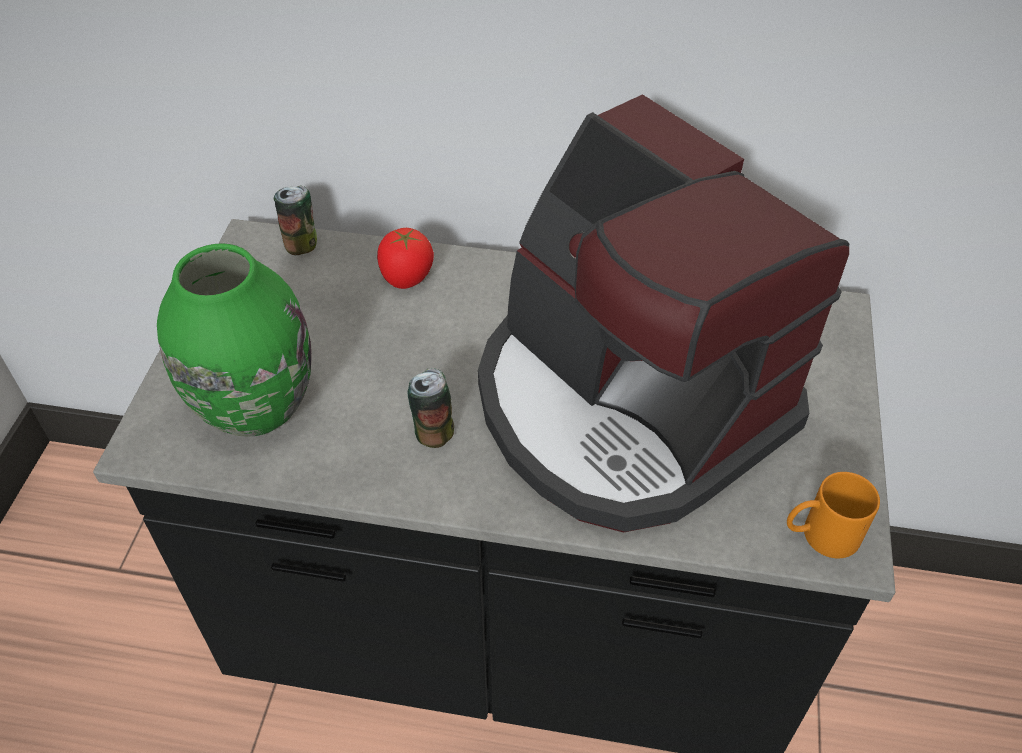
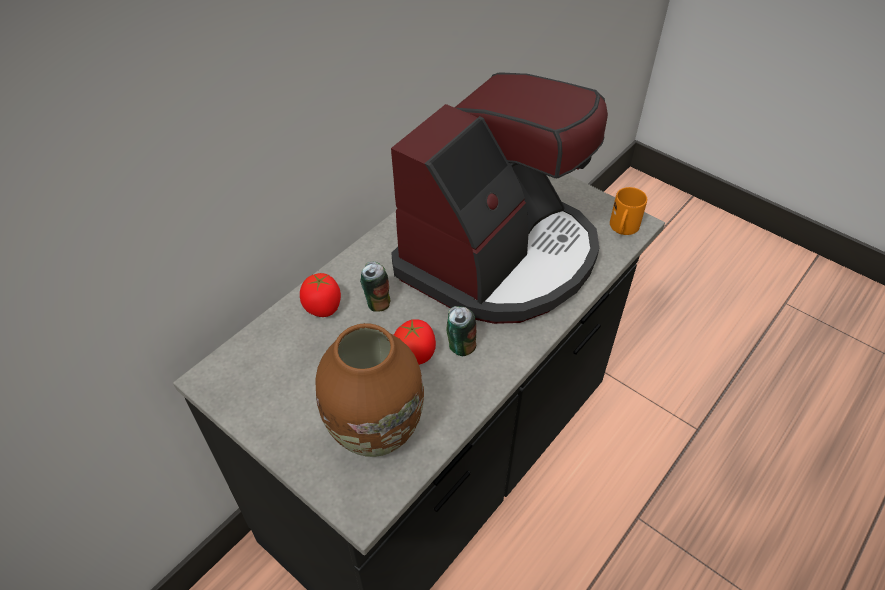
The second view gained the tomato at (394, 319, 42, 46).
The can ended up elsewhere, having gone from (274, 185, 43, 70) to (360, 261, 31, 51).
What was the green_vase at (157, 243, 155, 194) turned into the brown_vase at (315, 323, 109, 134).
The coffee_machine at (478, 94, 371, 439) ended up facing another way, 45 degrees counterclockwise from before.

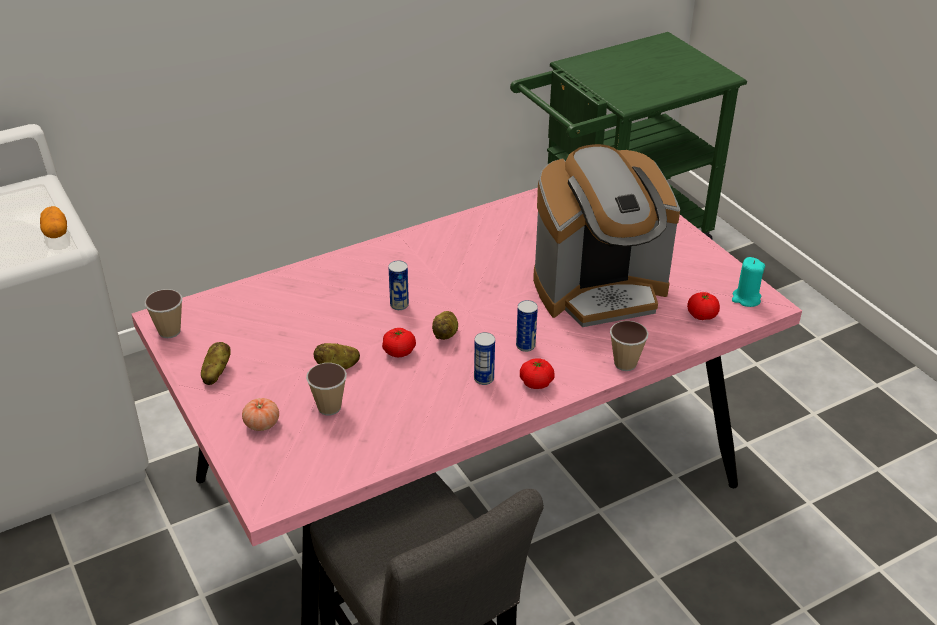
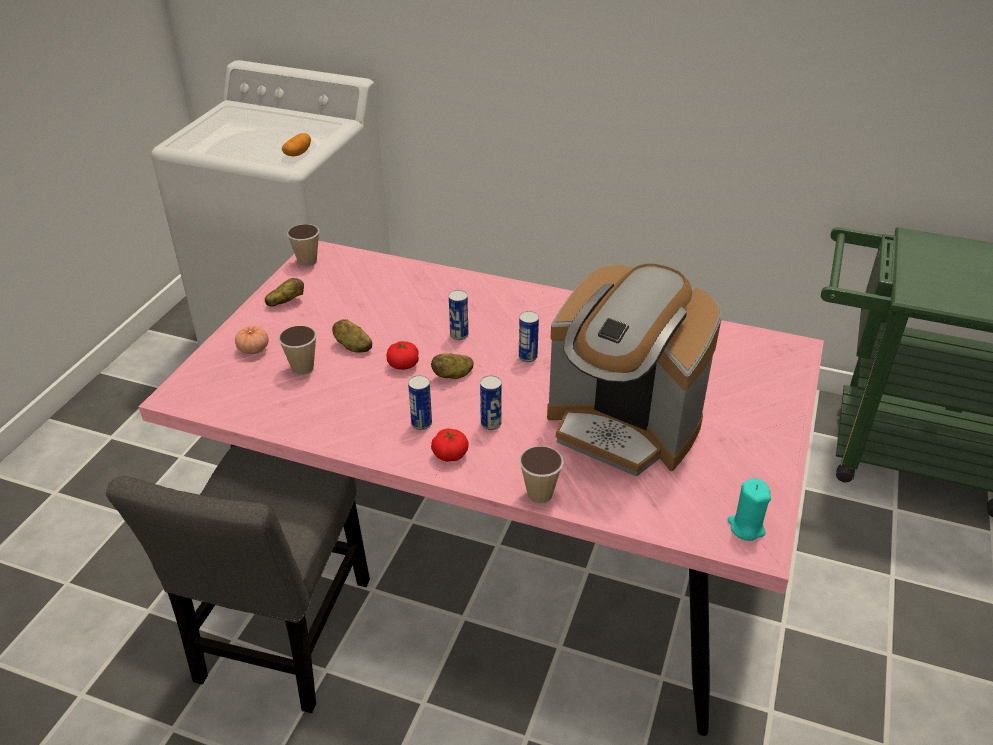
The second view lost the tomato at (687, 292, 33, 28).
The second view gained the can at (519, 311, 20, 51).

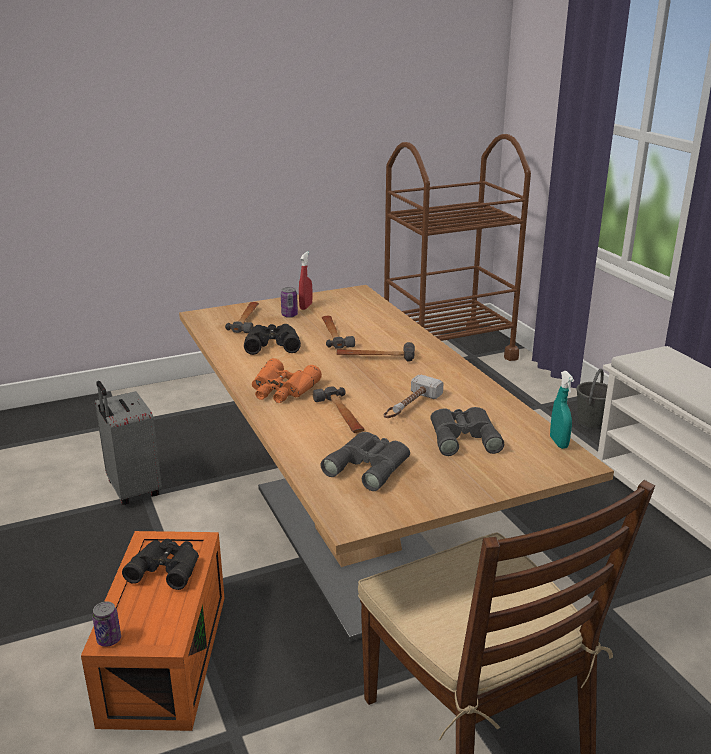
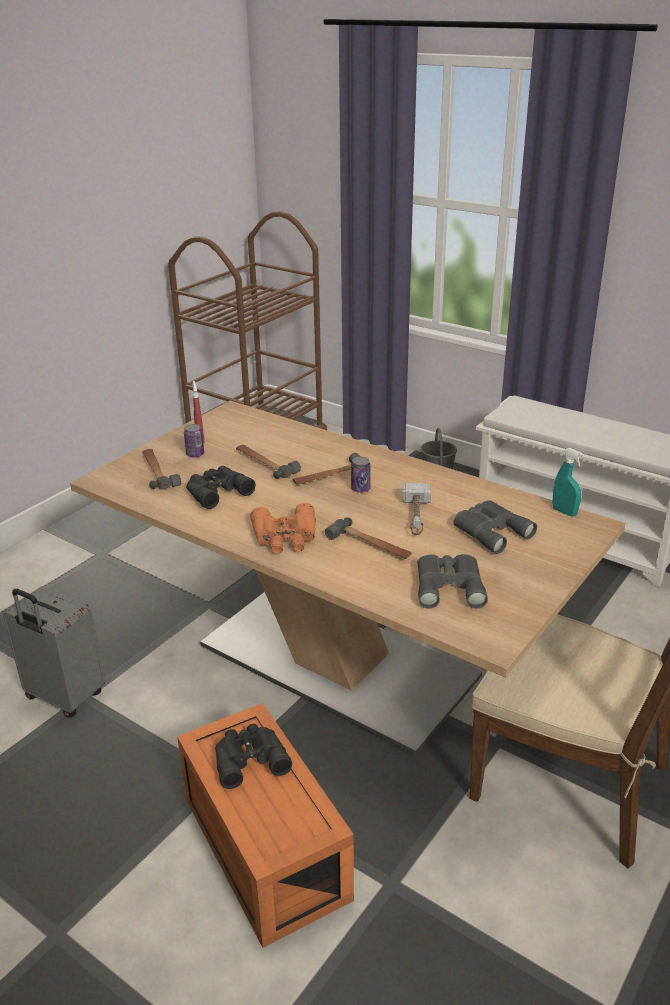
The can ended up elsewhere, having gone from (92, 602, 29, 45) to (351, 457, 20, 36).

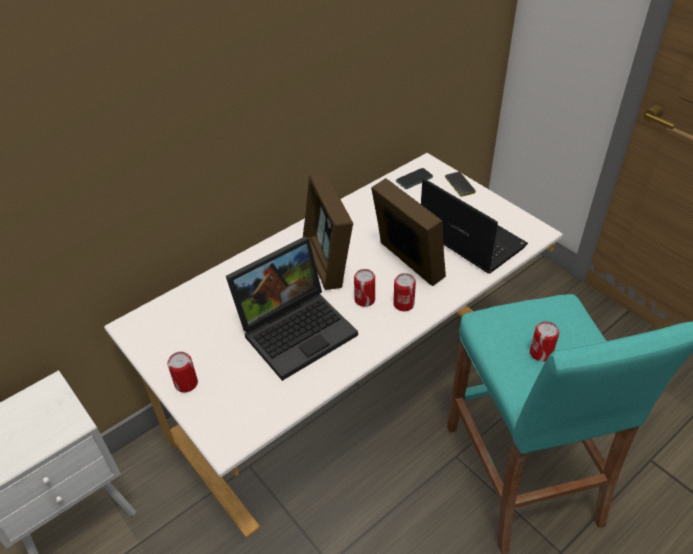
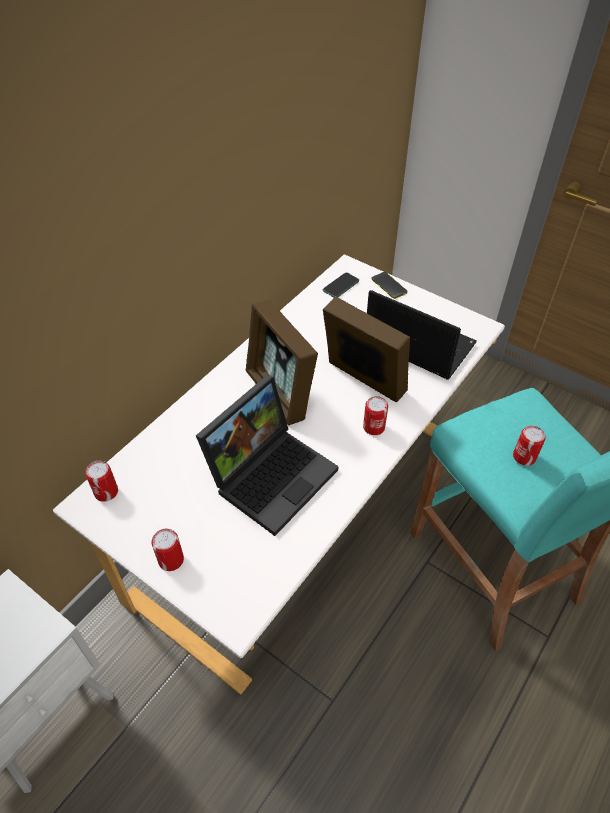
The can ended up elsewhere, having gone from (354, 269, 21, 38) to (85, 461, 33, 41).

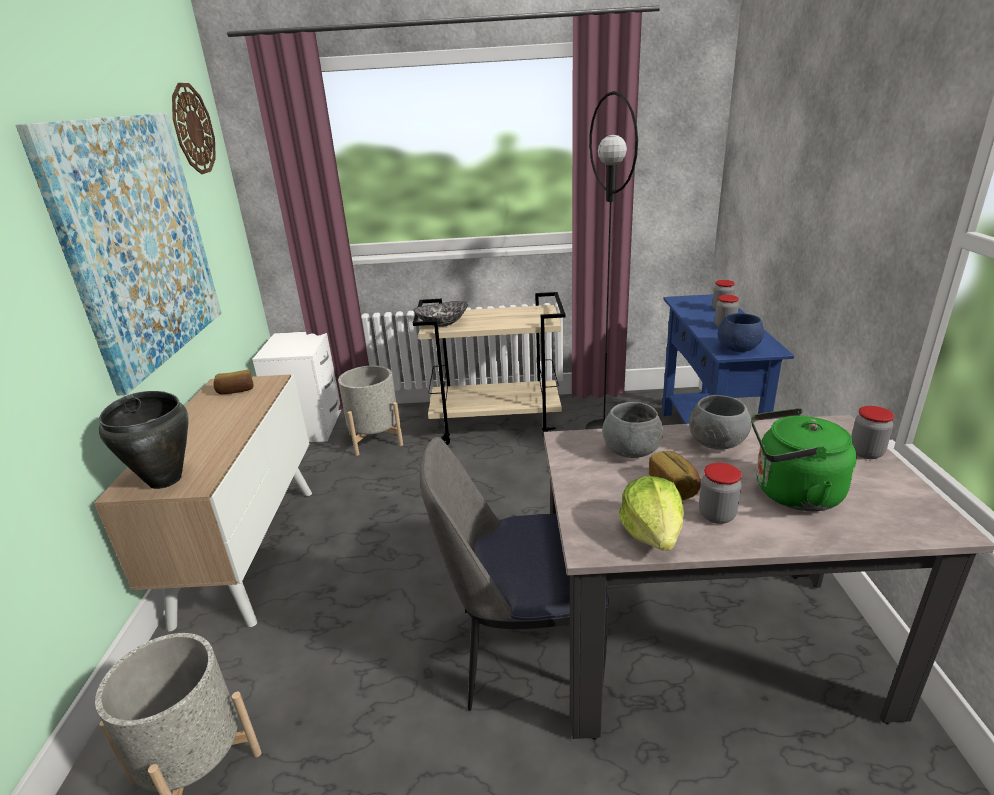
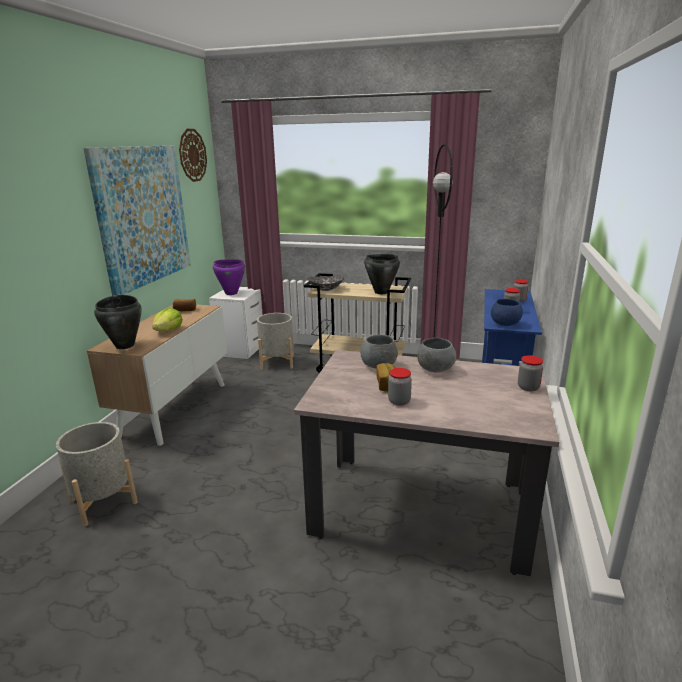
The second view lost the chair at (420, 437, 189, 274).
The second view lost the green_kettle at (751, 408, 106, 103).
The second view gained the purple_cooking_pot at (213, 259, 32, 36).
The second view gained the black_cooking_pot at (364, 254, 36, 40).
The lettuce ended up elsewhere, having gone from (619, 476, 65, 75) to (152, 308, 31, 23).

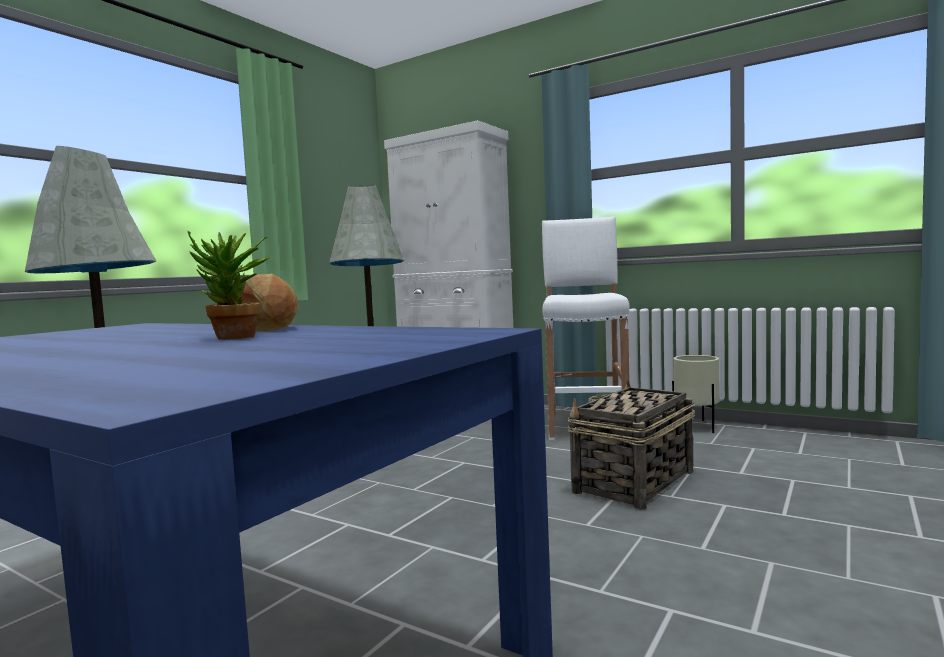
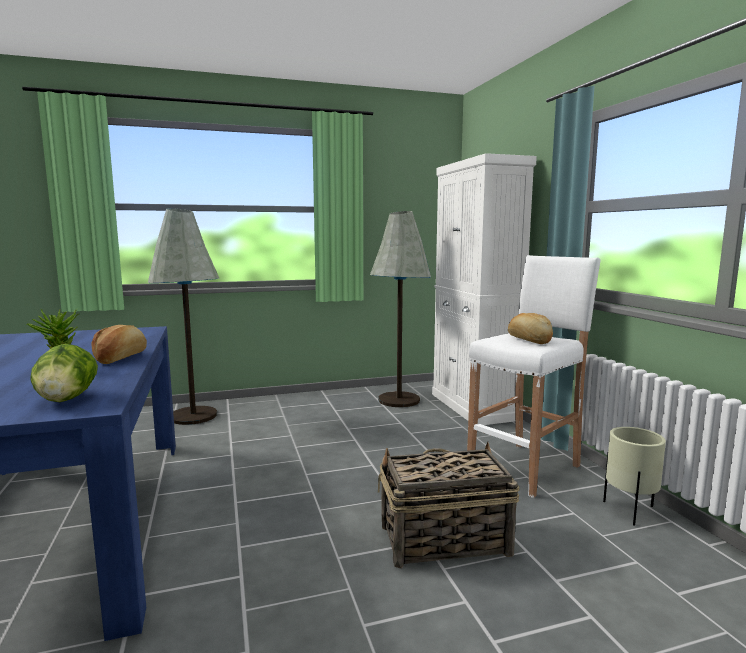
The second view gained the lettuce at (30, 344, 68, 58).
The second view gained the bread at (508, 313, 45, 31).

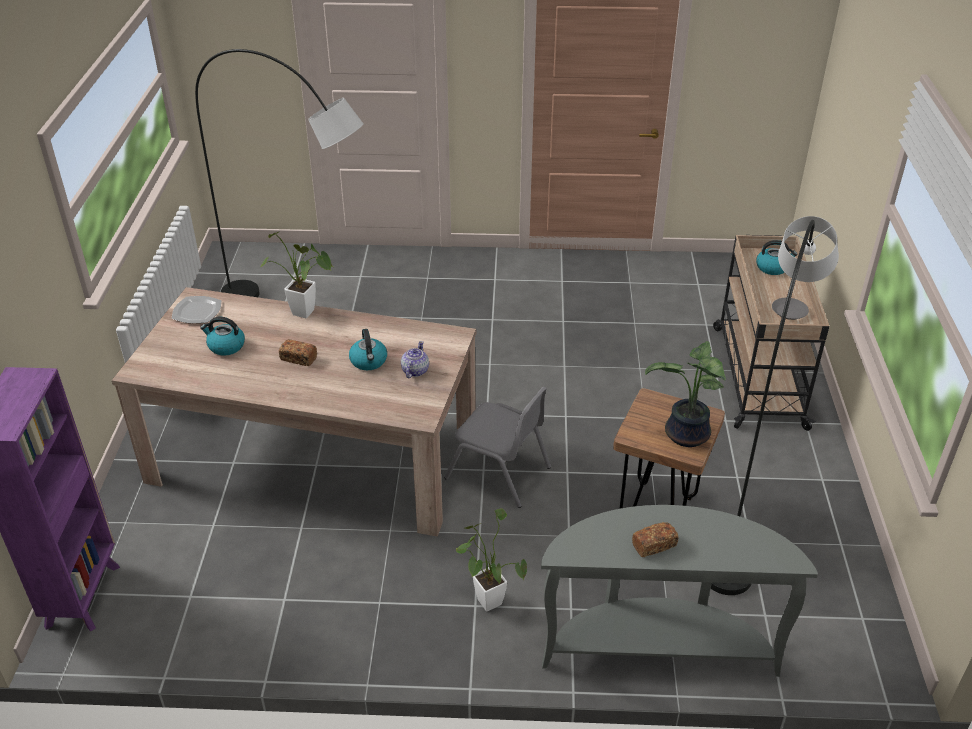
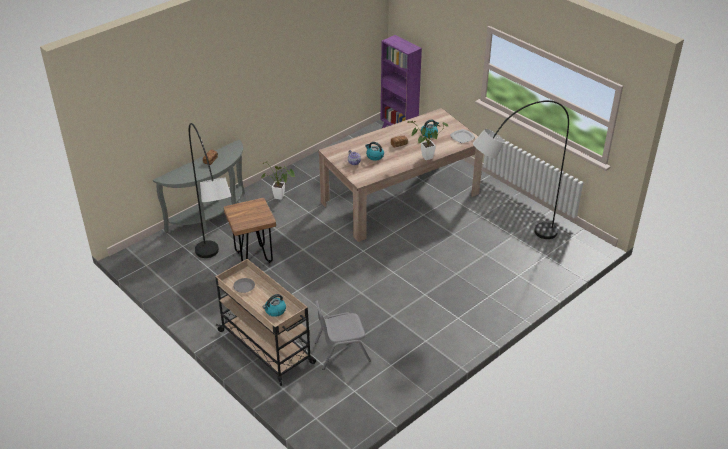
The second view lost the potted_plant at (645, 341, 81, 106).
The grey_chair ended up elsewhere, having gone from (444, 387, 107, 121) to (314, 301, 57, 69).

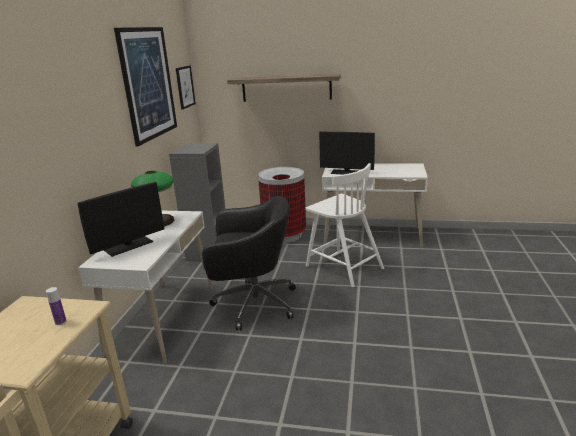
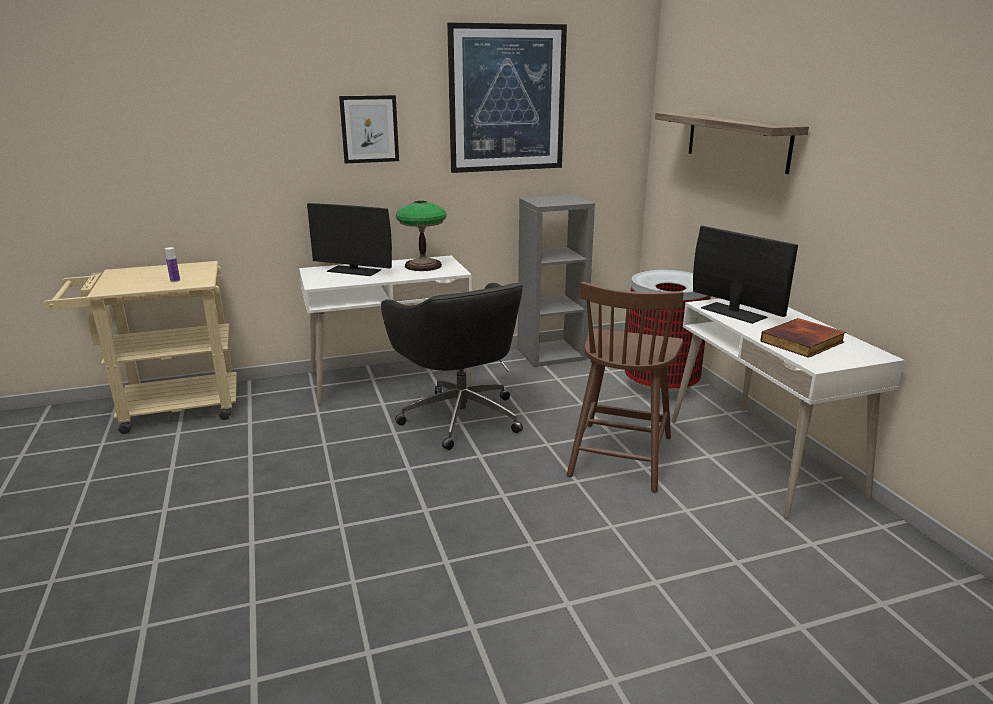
The second view gained the book at (760, 318, 86, 40).
The picture ended up elsewhere, having gone from (176, 65, 20, 44) to (339, 95, 60, 68).
What was the white_chair at (305, 163, 79, 124) turned into the brown_chair at (567, 282, 117, 211).
The monitor at (319, 132, 56, 42) ended up facing another way, 150 degrees clockwise from before.

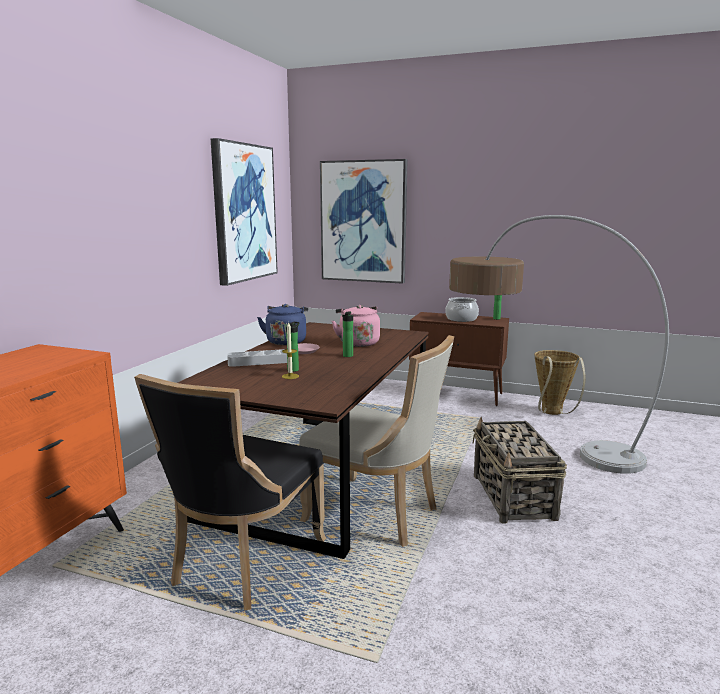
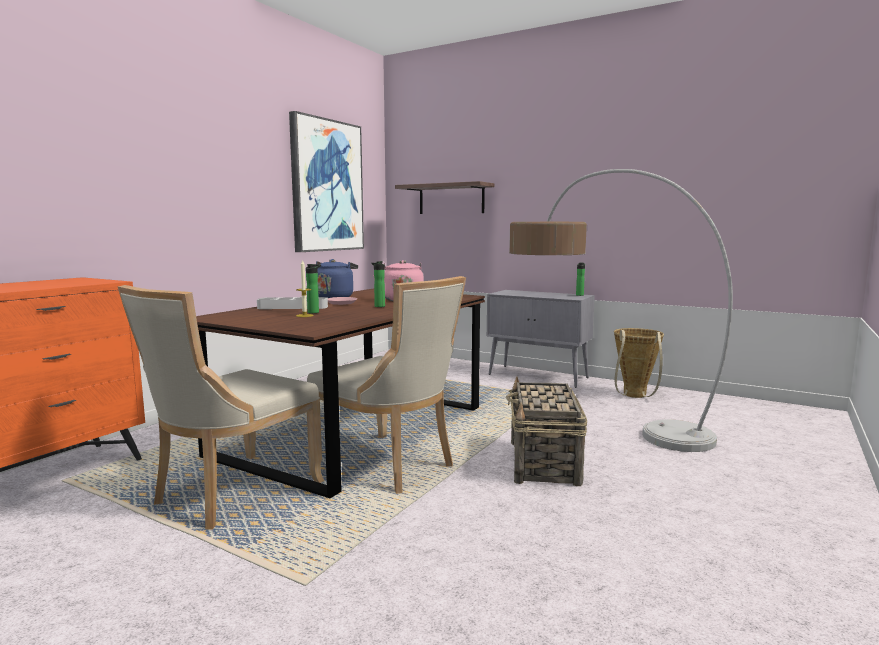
The second view lost the cooking_pot at (445, 297, 34, 25).
Where the picture hung at (320, 159, 88, 125), the shelf came to hang at (395, 181, 99, 33).
What was the black_chair at (134, 374, 192, 236) turned into the beige_chair at (118, 285, 206, 245).
What was the brown_cabinet at (409, 312, 100, 94) turned into the grey_cabinet at (487, 290, 108, 98).

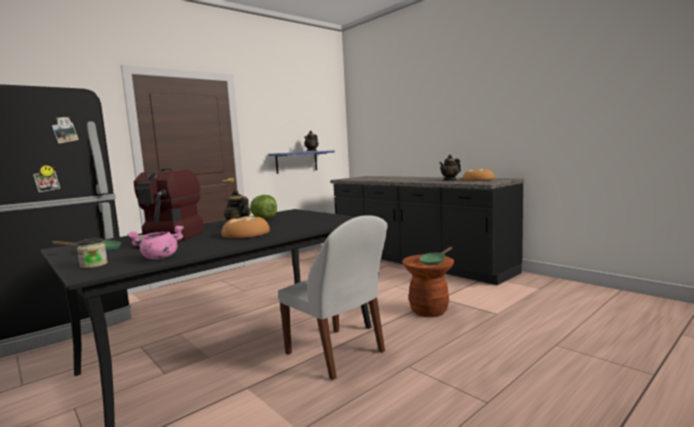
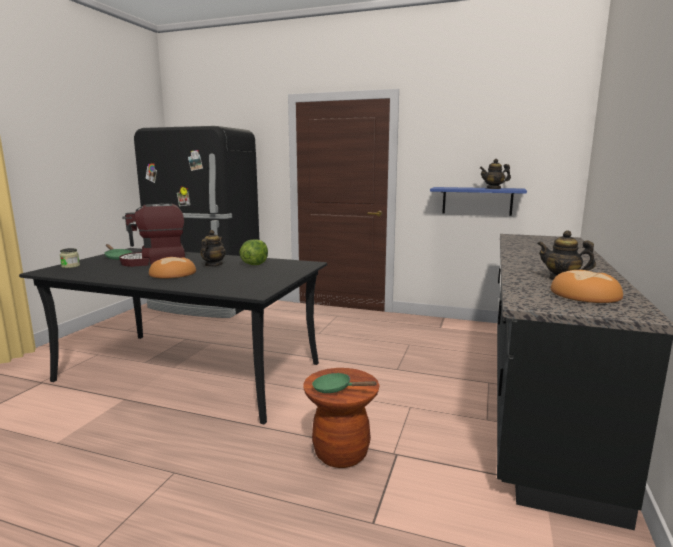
The second view lost the pink_cooking_pot at (127, 226, 57, 34).
The second view lost the white_chair at (278, 215, 109, 165).

